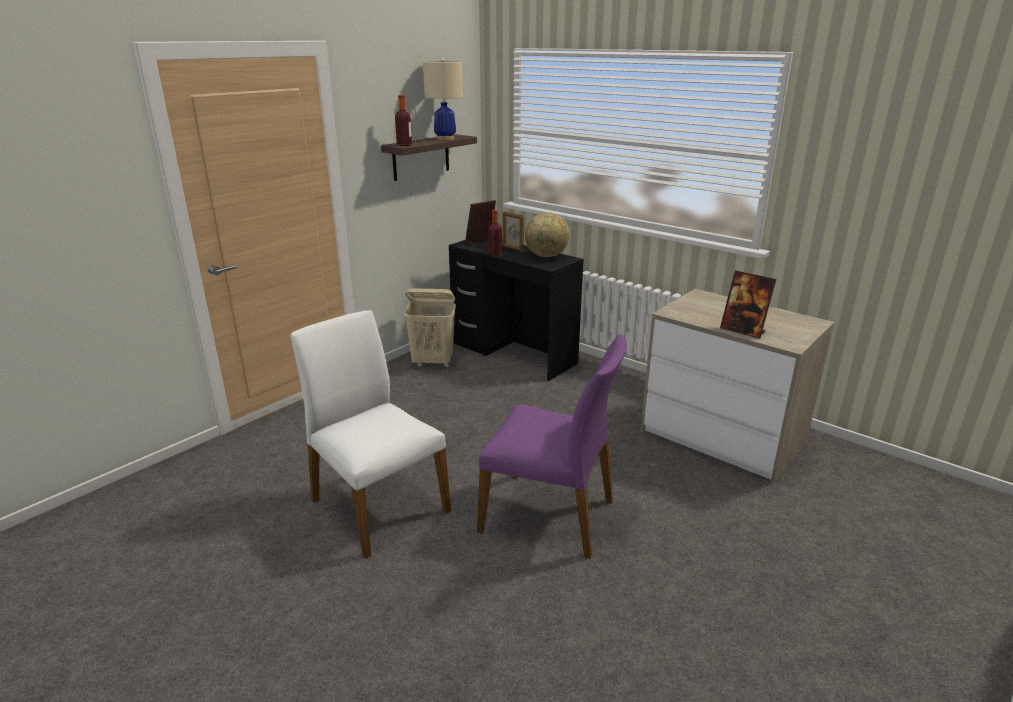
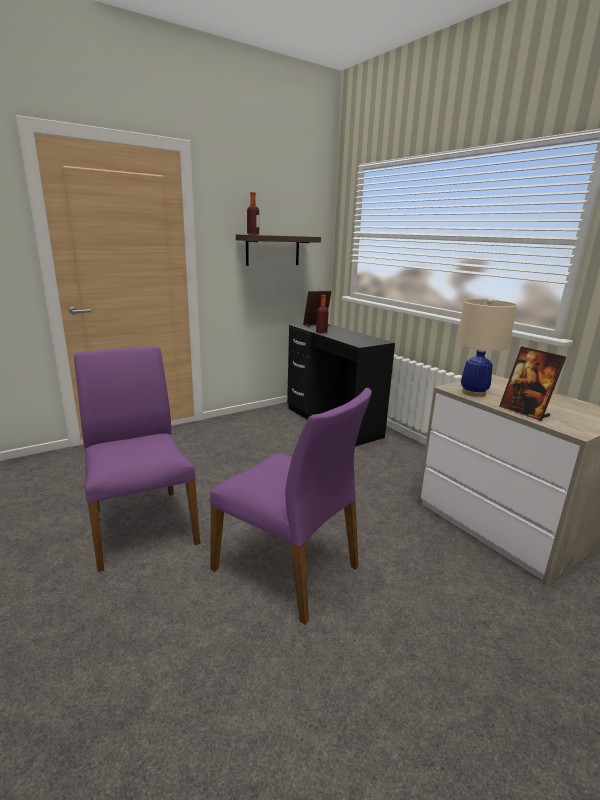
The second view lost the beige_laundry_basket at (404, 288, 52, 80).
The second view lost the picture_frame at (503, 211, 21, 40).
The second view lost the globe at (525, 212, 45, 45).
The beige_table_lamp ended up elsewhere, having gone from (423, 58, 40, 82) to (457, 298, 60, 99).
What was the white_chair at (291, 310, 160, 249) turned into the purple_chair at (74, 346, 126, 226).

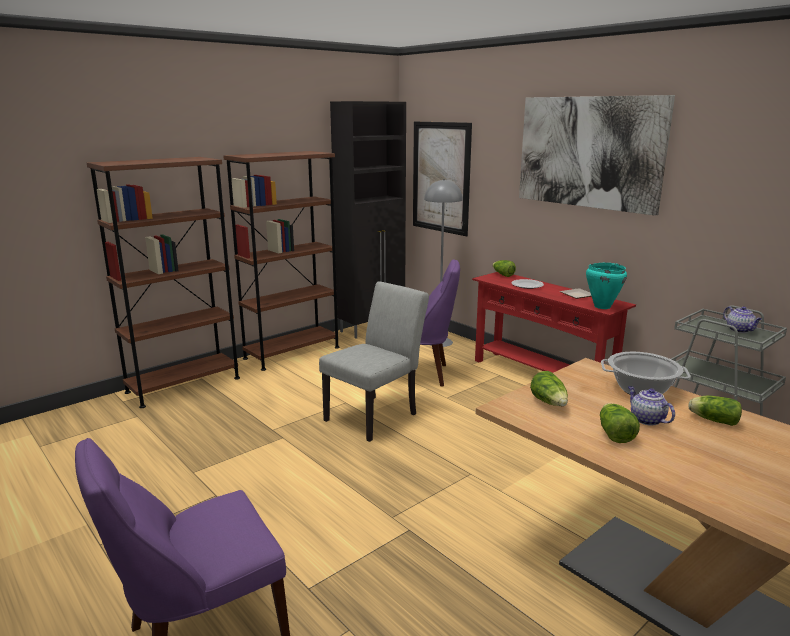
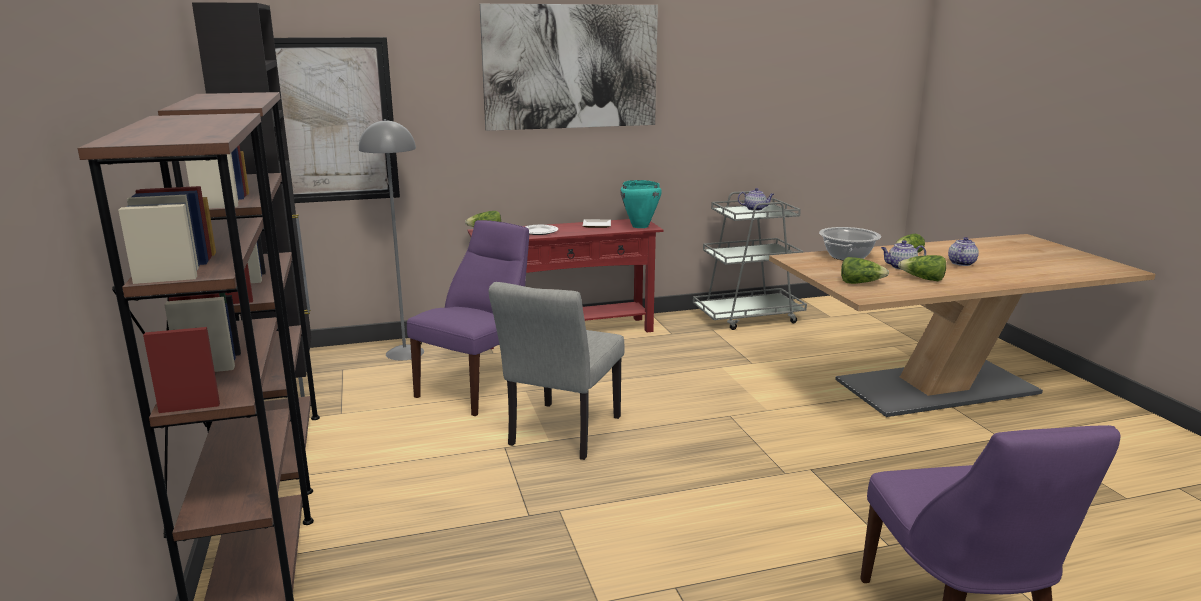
The second view gained the teapot at (948, 237, 31, 29).
The grey_chair at (319, 281, 110, 161) ended up facing another way, 135 degrees counterclockwise from before.

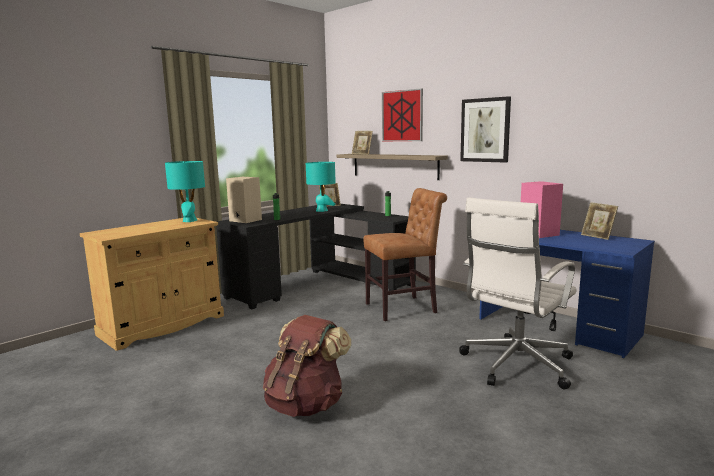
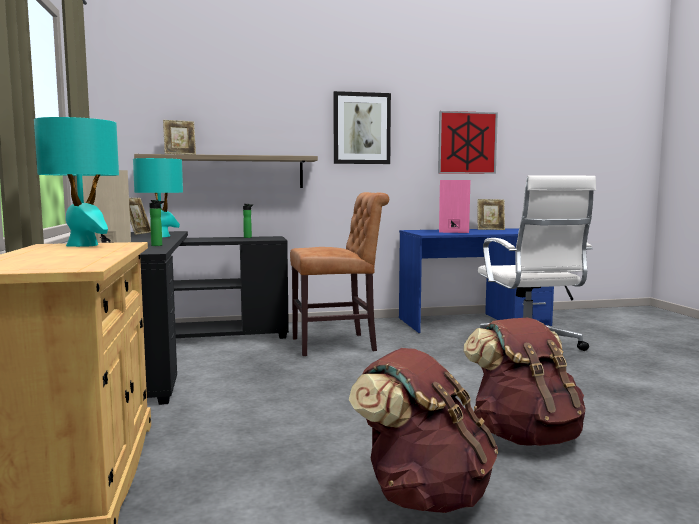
The second view gained the brown_backpack at (349, 348, 149, 165).
The picture ended up elsewhere, having gone from (382, 88, 41, 53) to (438, 111, 60, 63).
The brown_chair at (363, 188, 84, 133) ended up facing another way, 60 degrees clockwise from before.

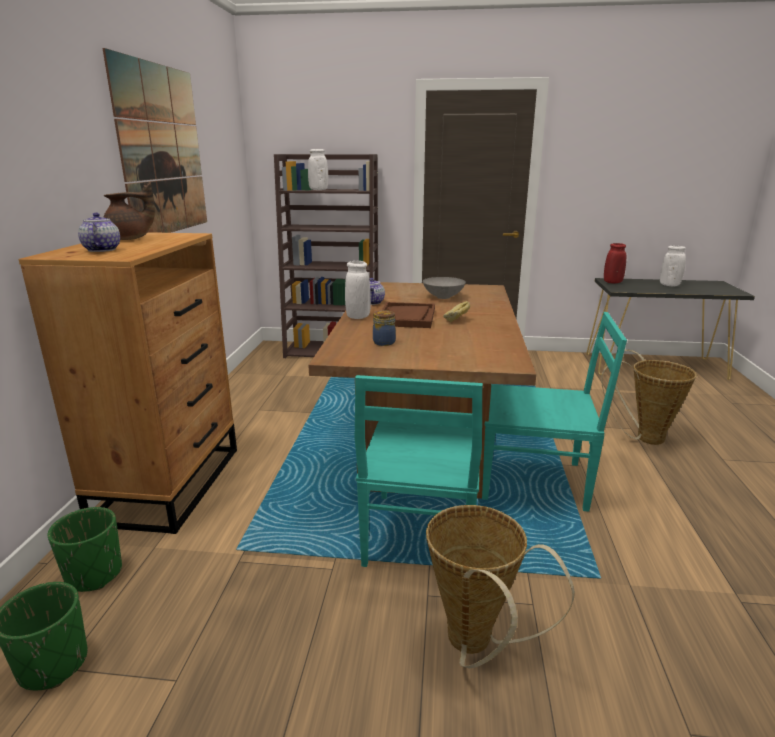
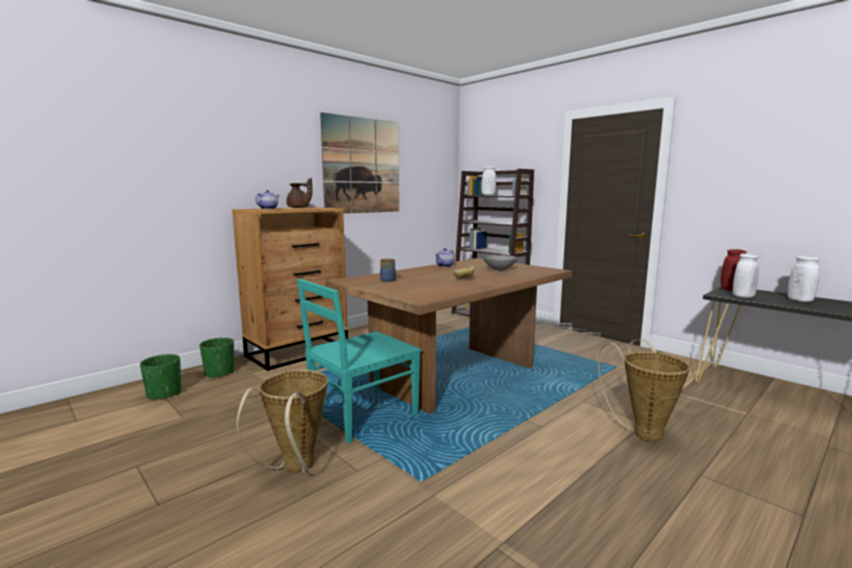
The second view lost the brown_tray at (382, 302, 53, 26).
The second view lost the turquoise_chair at (482, 312, 145, 200).
The white_vase ended up elsewhere, having gone from (345, 261, 26, 58) to (733, 253, 26, 45).

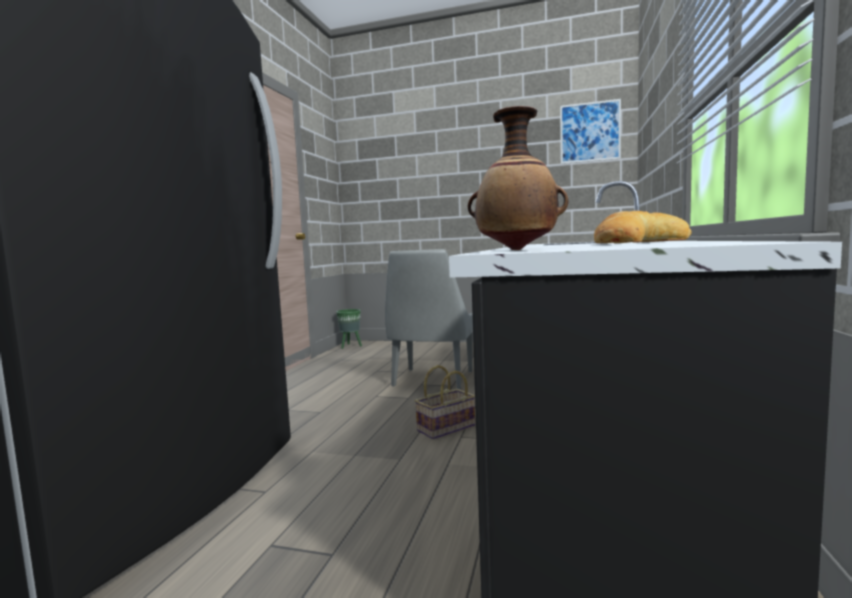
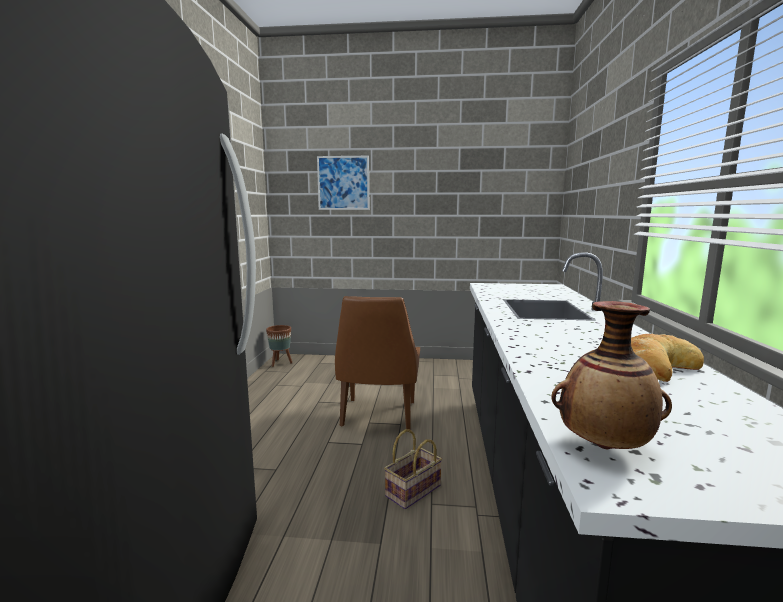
The picture ended up elsewhere, having gone from (560, 99, 61, 65) to (317, 156, 52, 54).
What was the green_planter at (336, 309, 26, 40) turned into the brown_planter at (266, 325, 26, 42).
What was the grey_chair at (385, 249, 88, 140) turned into the brown_chair at (335, 296, 85, 133).

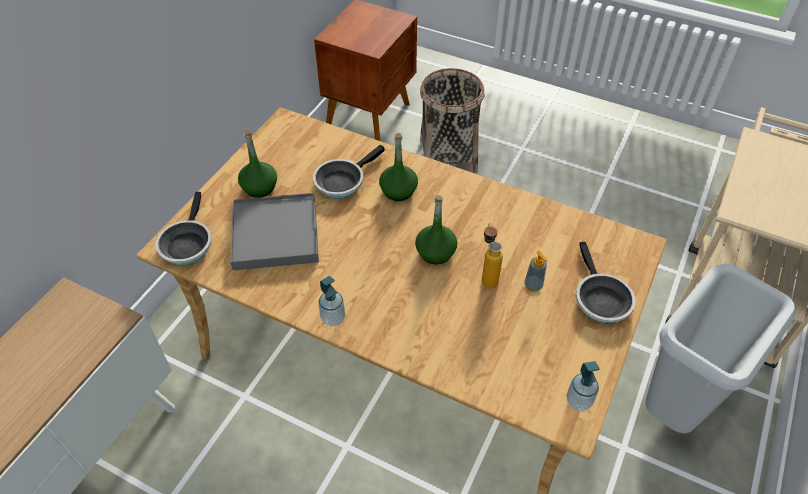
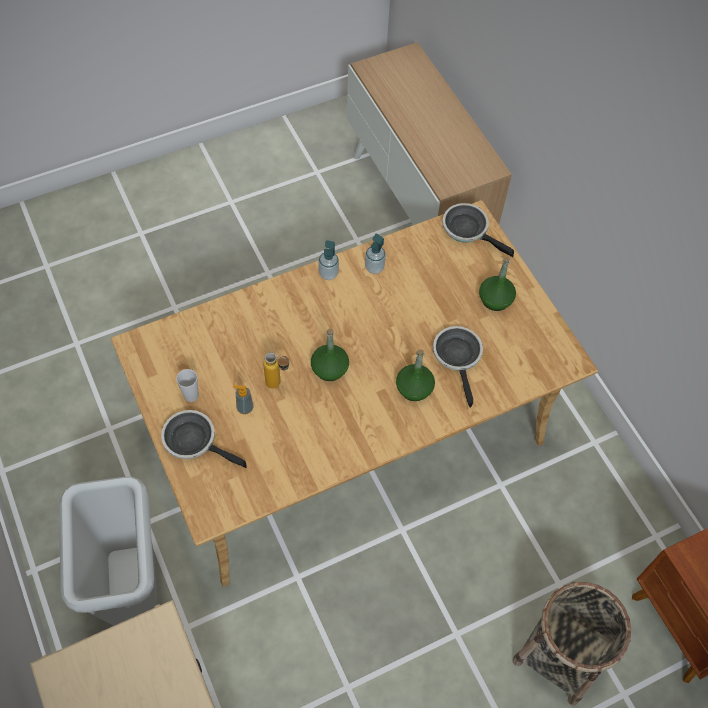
The second view lost the grey_tray at (230, 193, 89, 78).
The second view gained the cup at (176, 369, 23, 33).
The soap_dispenser ended up elsewhere, having gone from (566, 361, 34, 50) to (365, 234, 21, 40).

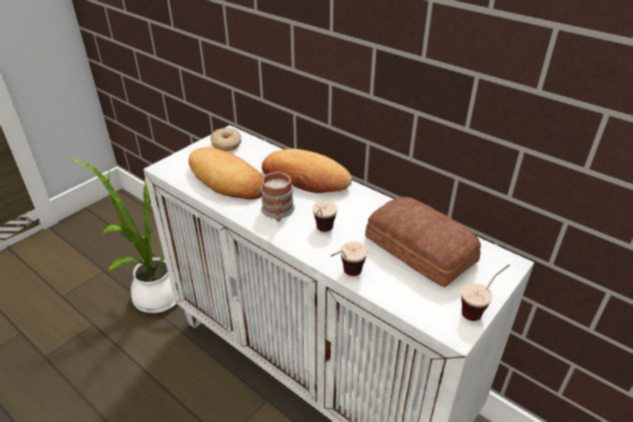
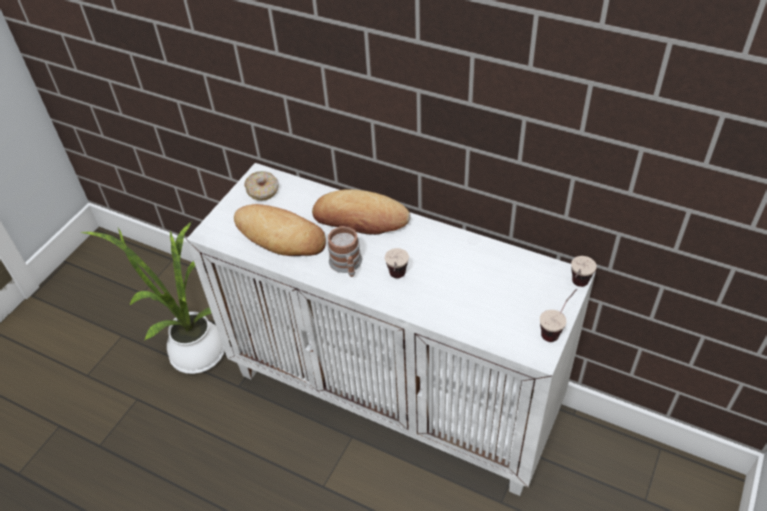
The second view lost the bread at (365, 197, 116, 91).
The cup ended up elsewhere, having gone from (330, 242, 38, 34) to (571, 256, 26, 31).

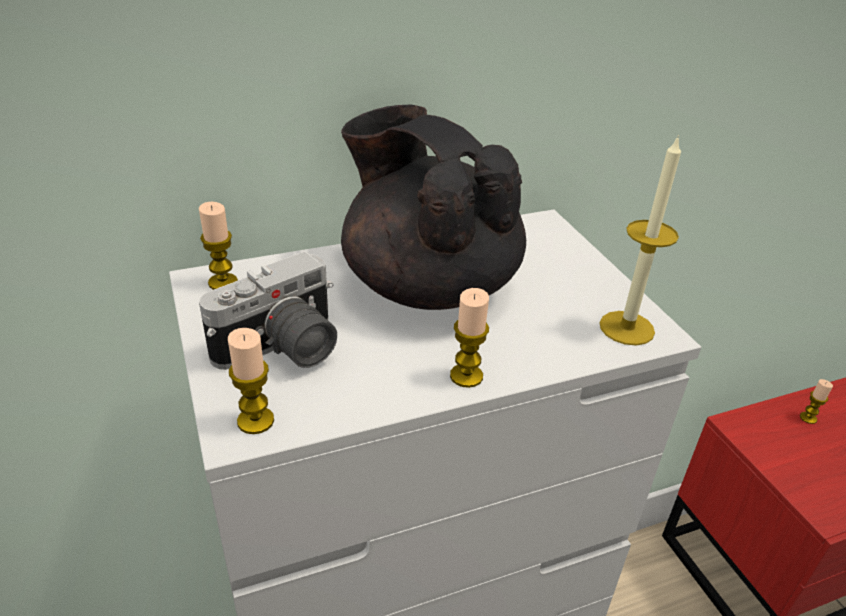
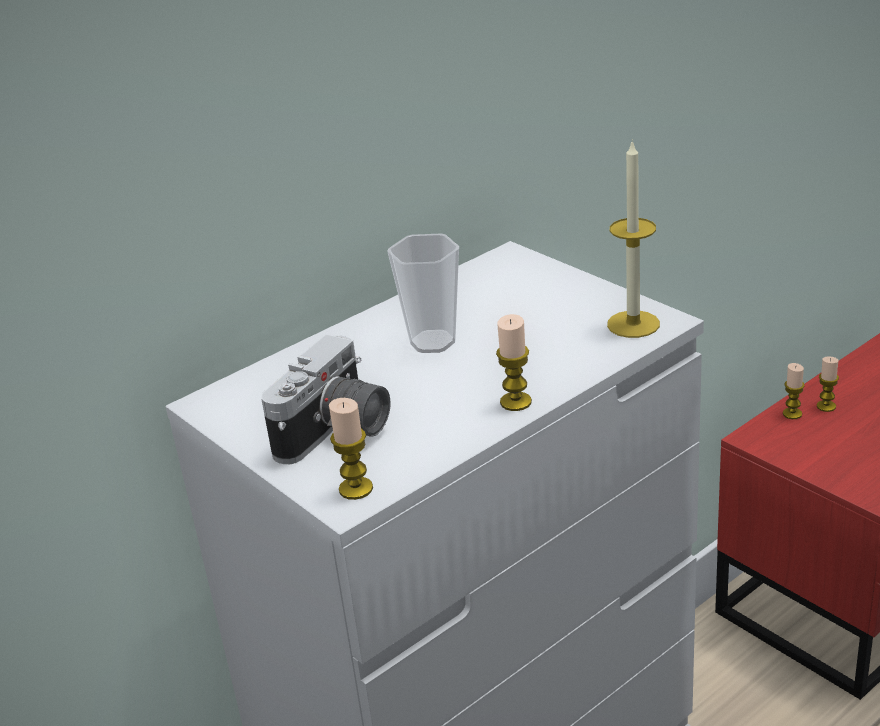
The candle ended up elsewhere, having gone from (199, 202, 39, 88) to (783, 363, 22, 56).
Where the black_teapot stood at (341, 105, 185, 205), the cup came to stand at (387, 234, 72, 119).

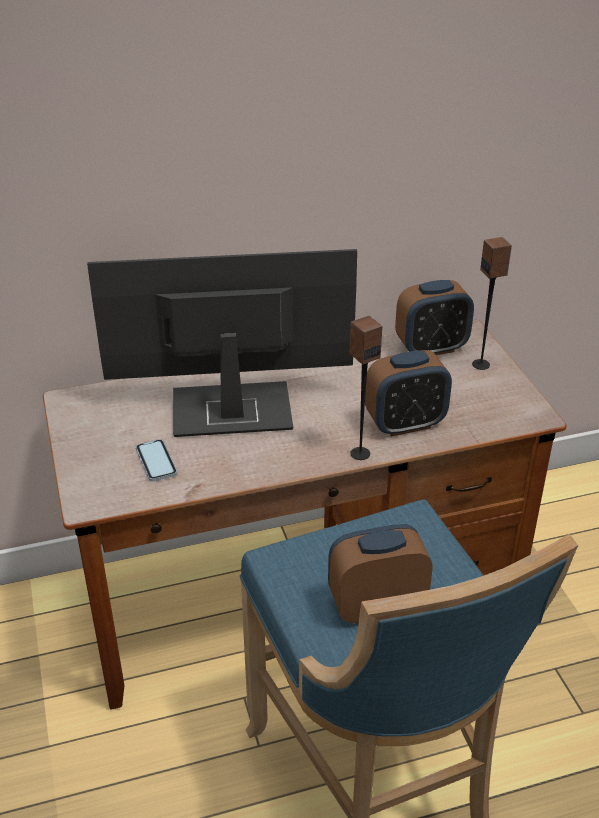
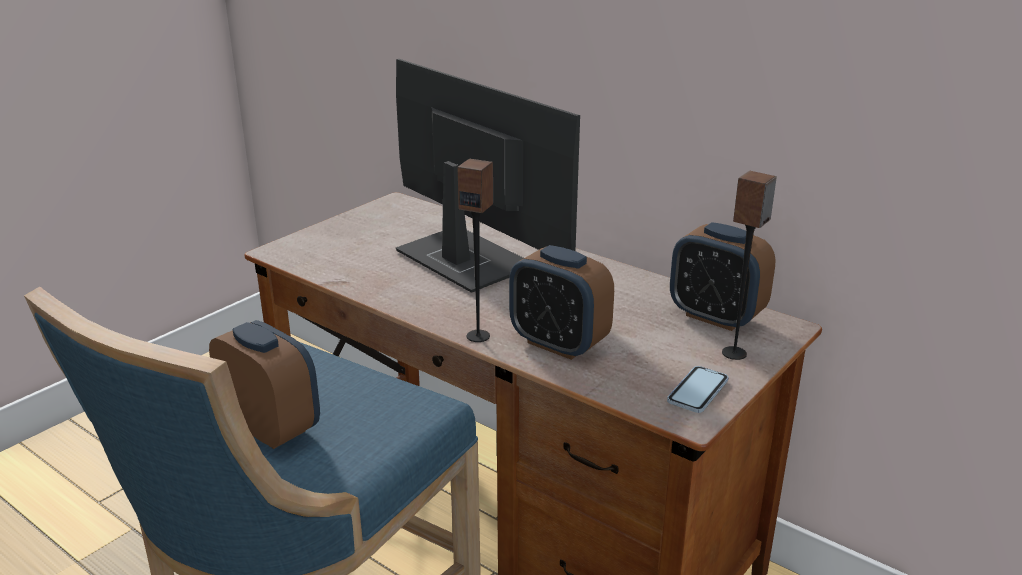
The phone ended up elsewhere, having gone from (136, 439, 41, 42) to (667, 366, 61, 47).

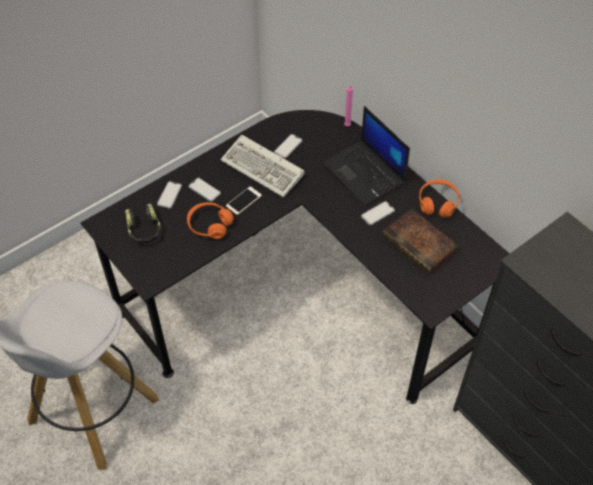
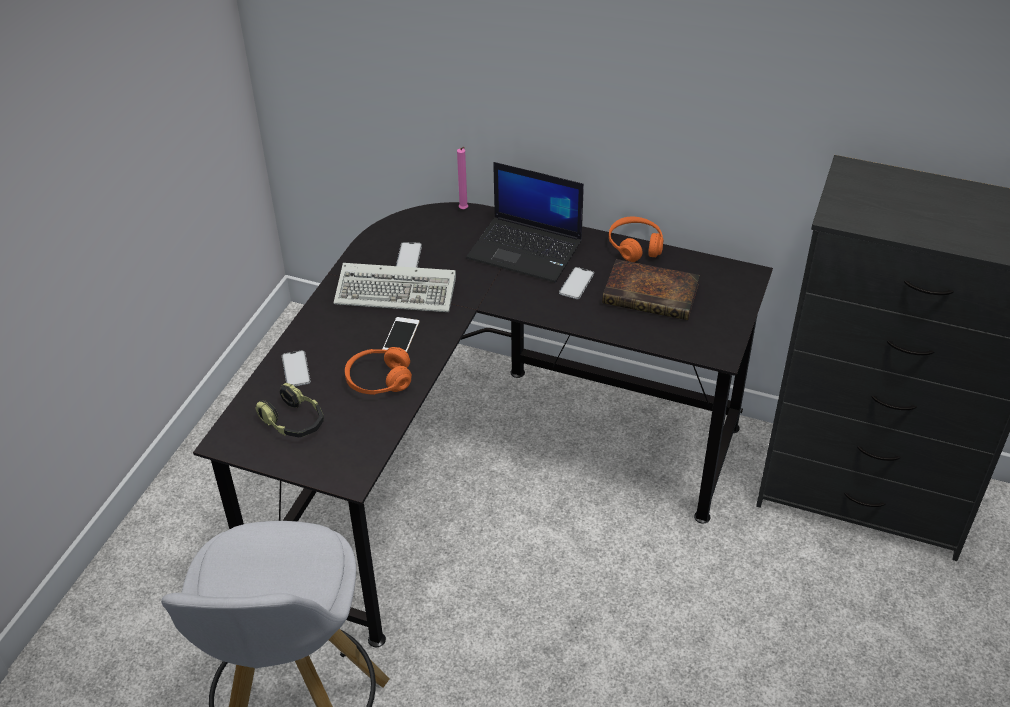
The second view lost the phone at (188, 177, 33, 25).

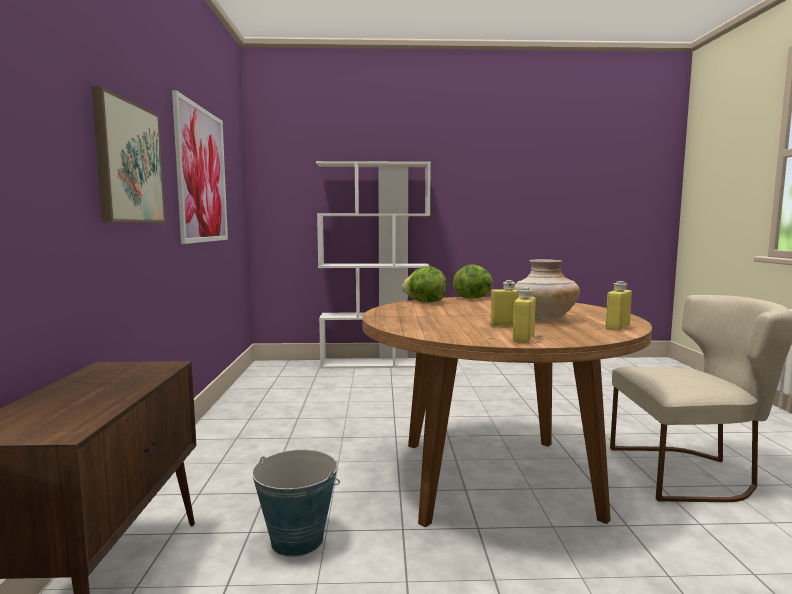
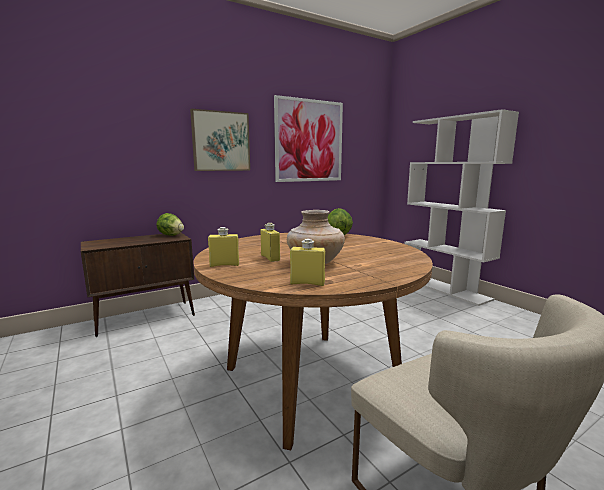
The second view lost the bucket at (252, 450, 88, 107).
The lettuce ended up elsewhere, having gone from (453, 264, 40, 35) to (156, 213, 28, 23).

